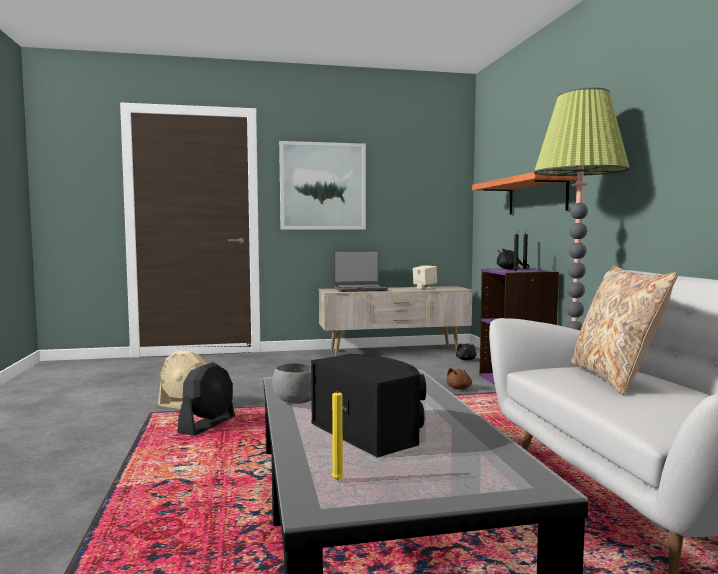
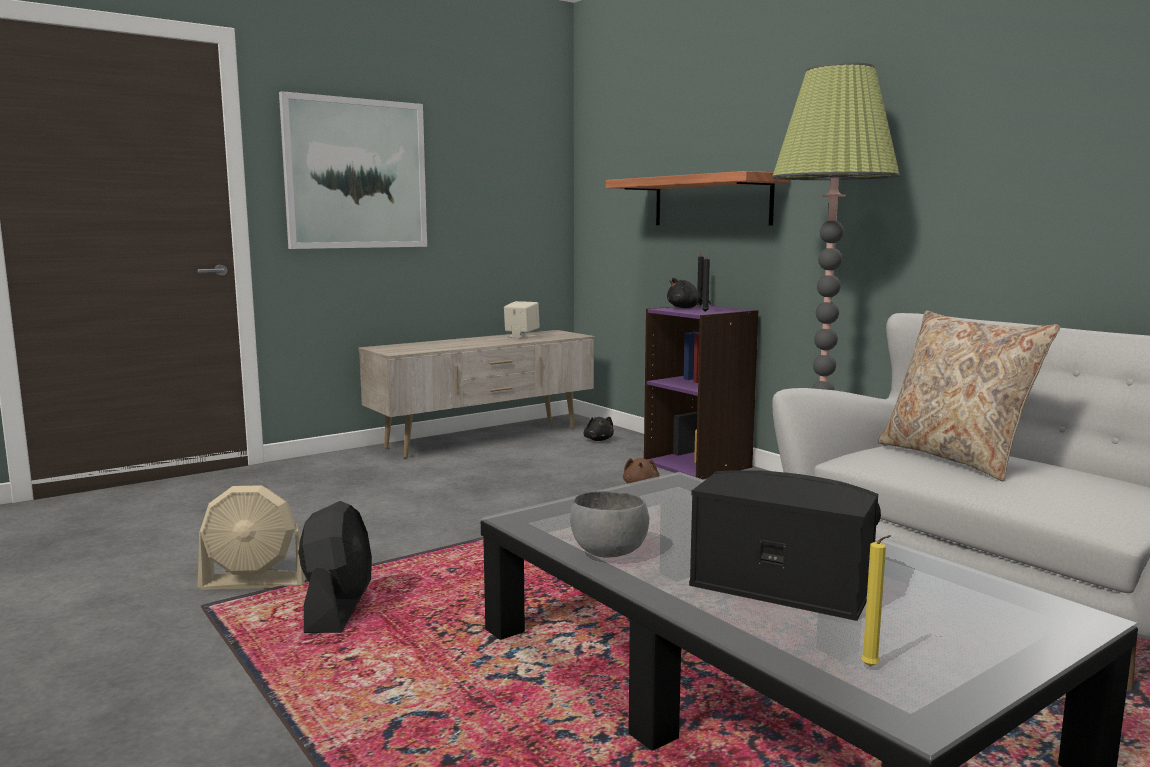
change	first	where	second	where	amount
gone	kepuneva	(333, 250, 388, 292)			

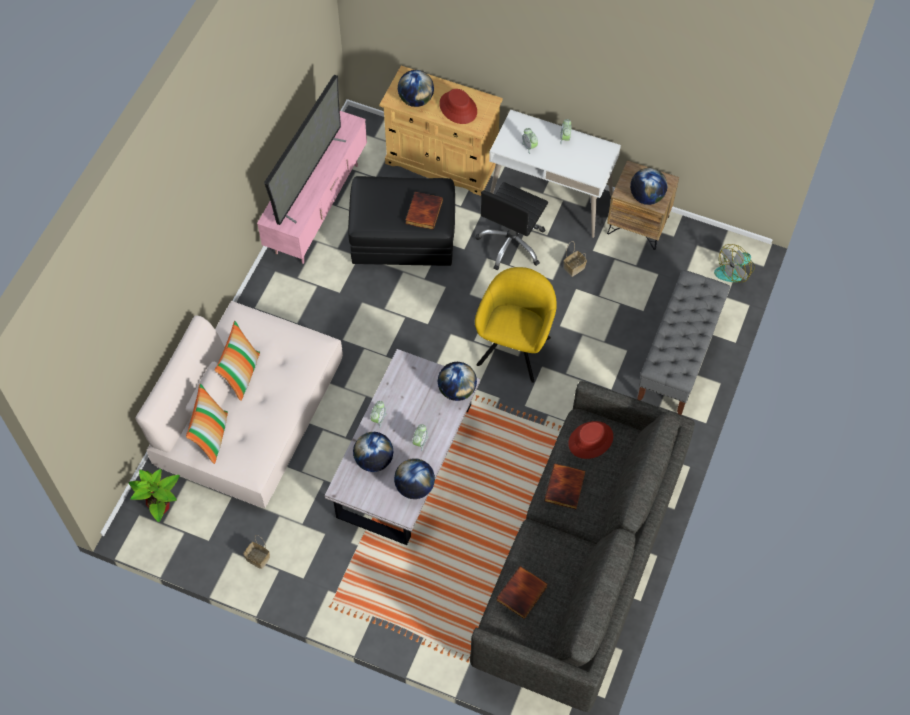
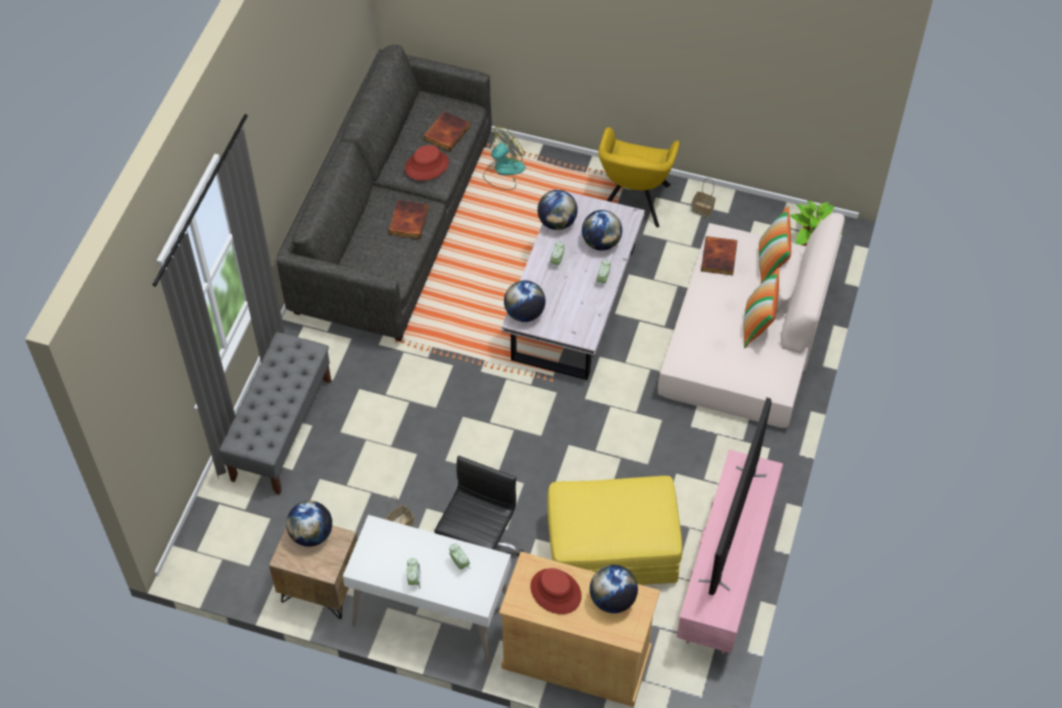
change	first	where	second	where	amount
repainted	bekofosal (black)	(348, 176, 455, 266)	bekofosal (yellow)	(547, 476, 682, 585)	
shifted	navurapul	(405, 192, 443, 230)		(701, 236, 738, 276)	
shifted	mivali	(714, 244, 755, 282)		(483, 126, 526, 190)	
shifted	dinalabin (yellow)	(475, 267, 557, 383)		(598, 127, 680, 228)	
shifted	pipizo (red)	(568, 421, 613, 459)		(405, 145, 449, 181)	

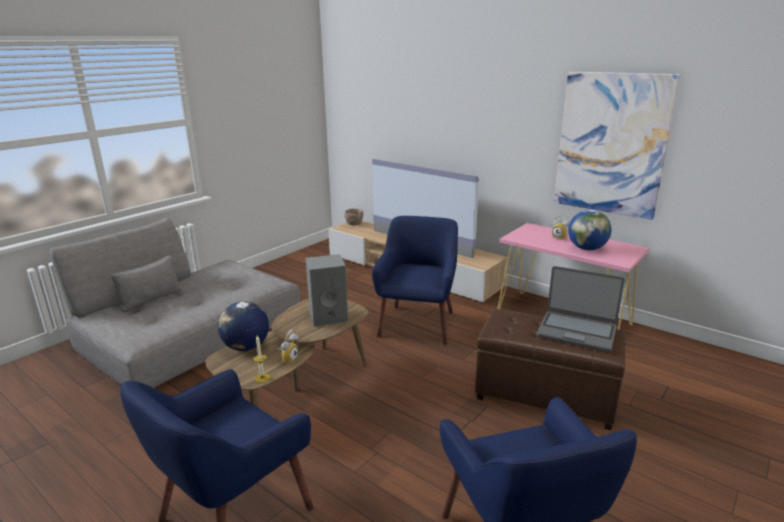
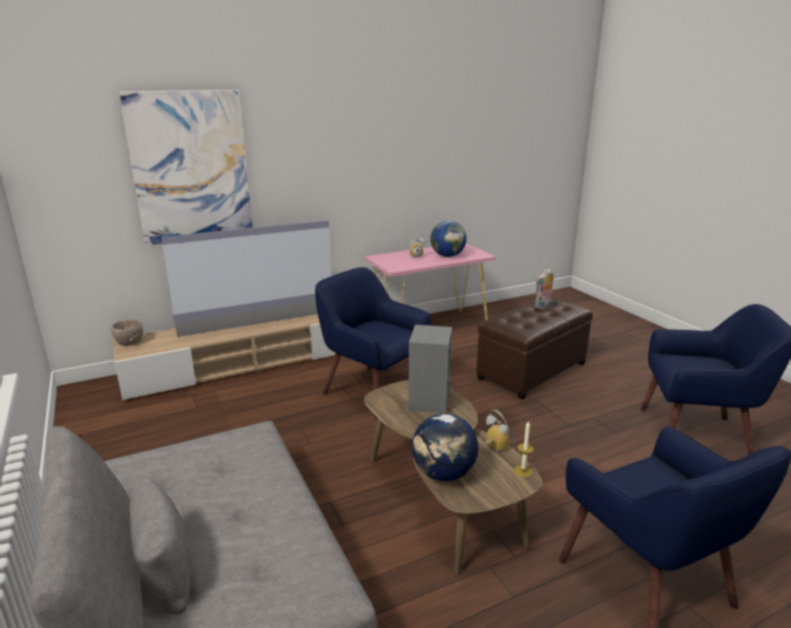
change	first	where	second	where	amount
shifted	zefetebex	(554, 72, 680, 220)		(119, 90, 252, 245)	
swapped	kepuneva	(537, 266, 625, 352)	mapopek	(534, 268, 553, 310)	

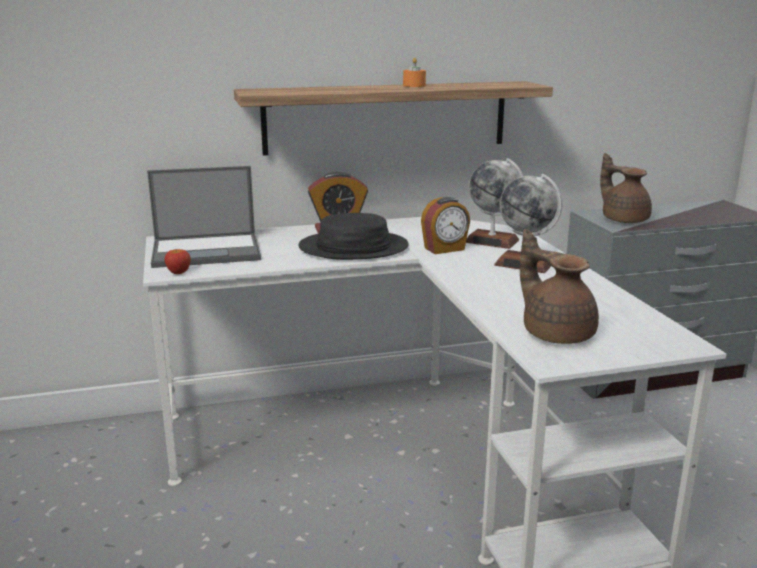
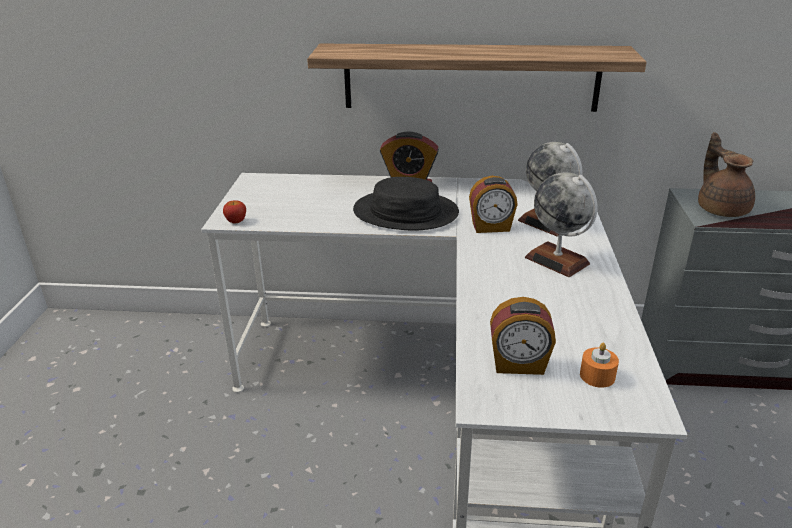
change	first	where	second	where	amount
shifted	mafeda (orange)	(403, 58, 426, 87)		(580, 343, 619, 388)	
gone	kepuneva	(147, 166, 261, 268)			
swapped	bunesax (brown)	(520, 229, 599, 344)	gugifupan	(490, 297, 556, 375)	

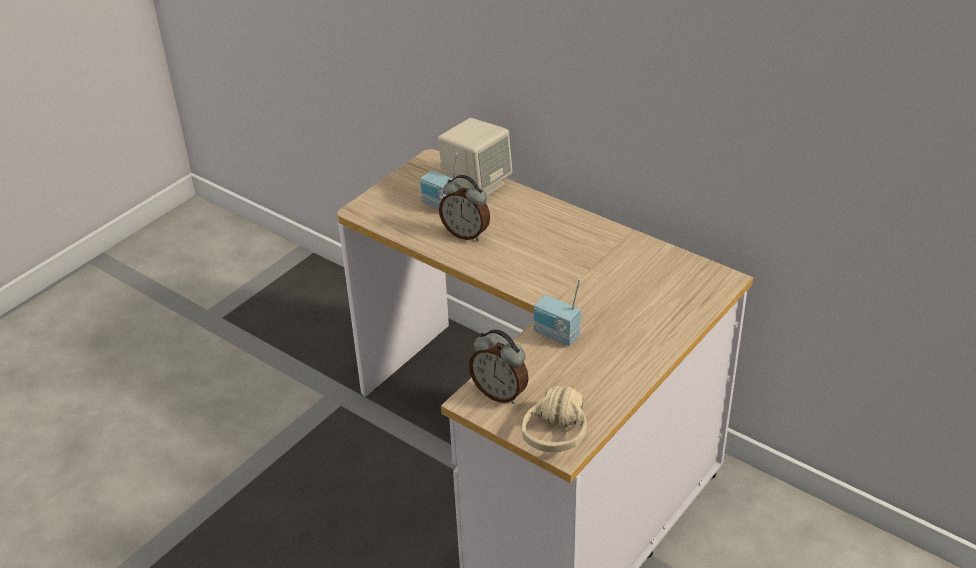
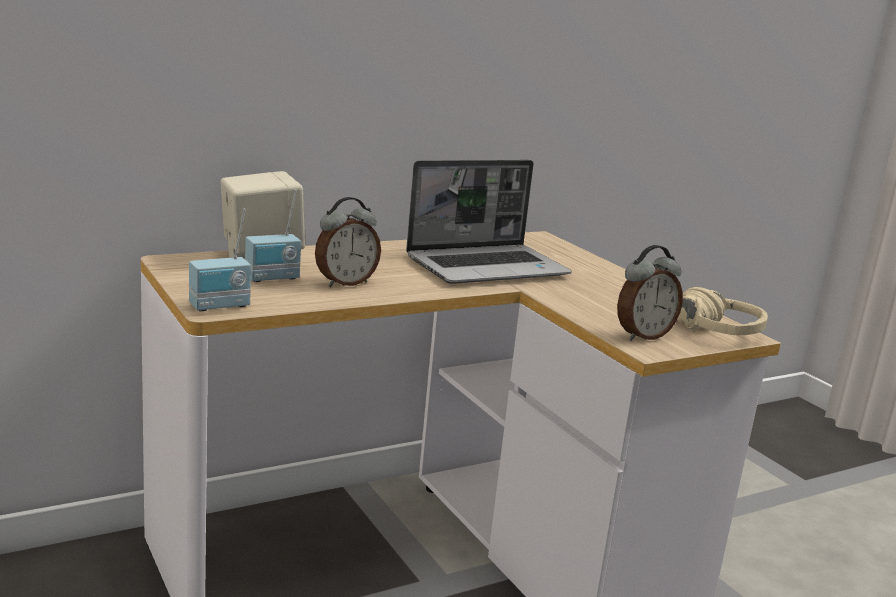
change	first	where	second	where	amount
shifted	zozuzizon	(534, 279, 581, 346)		(189, 209, 251, 311)	
new			kepuneva	(406, 160, 572, 284)	

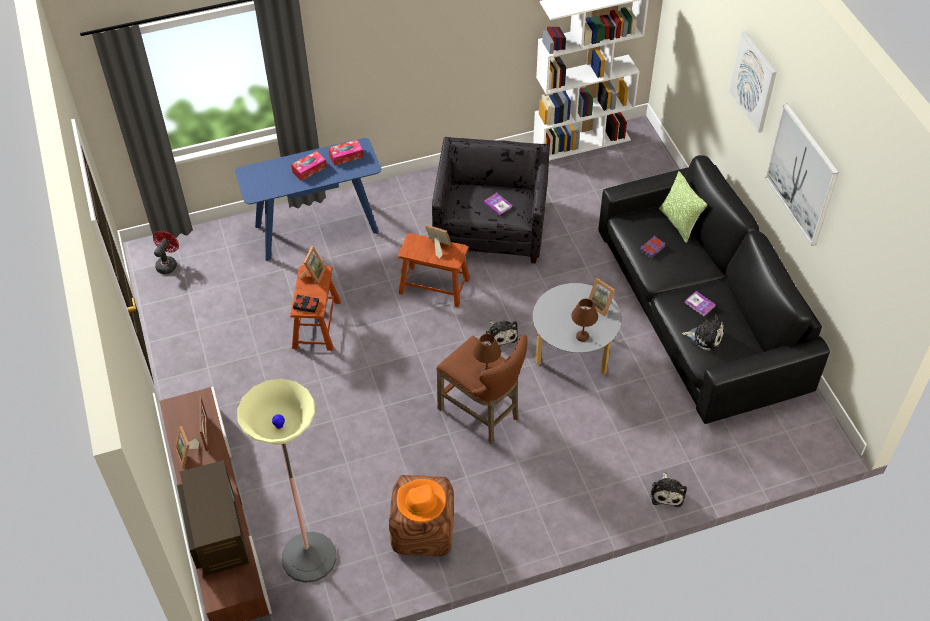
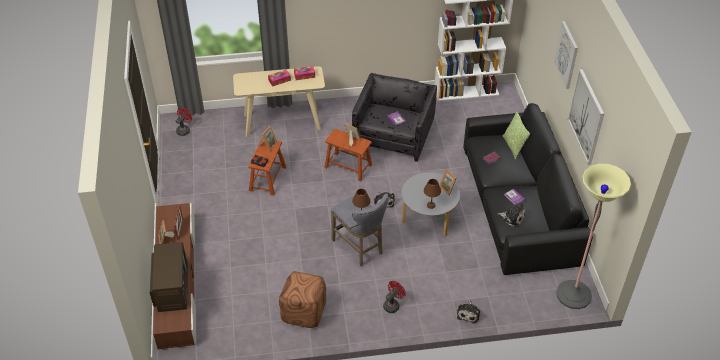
change	first	where	second	where	amount
repainted	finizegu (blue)	(235, 138, 381, 261)	finizegu (beige)	(233, 66, 325, 137)	
repainted	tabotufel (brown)	(436, 335, 528, 444)	tabotufel (grey)	(331, 194, 389, 267)	
shifted	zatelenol	(237, 379, 336, 583)		(556, 164, 631, 309)	
gone	pipizo (orange)	(397, 479, 446, 523)			
new			mivali (red)	(383, 281, 406, 313)	

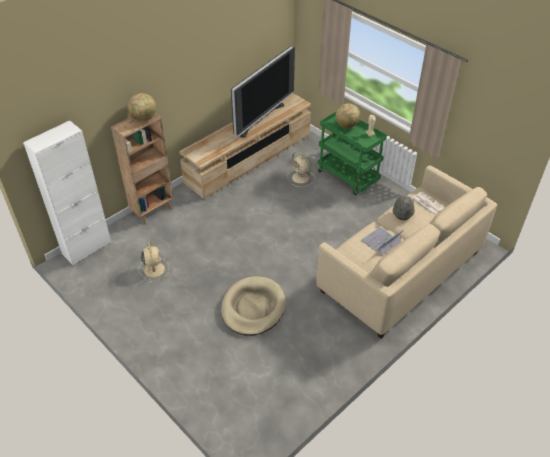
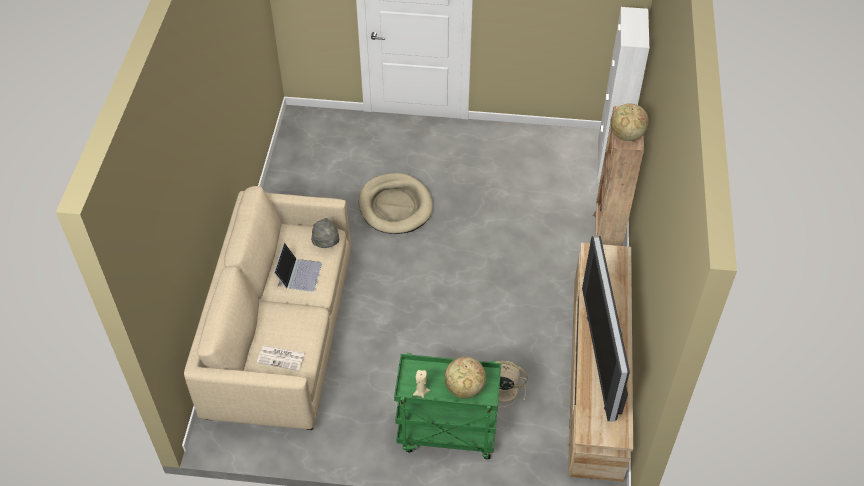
change	first	where	second	where	amount
shifted	pipizo (grey)	(393, 195, 415, 220)		(311, 218, 339, 248)	
gone	mivali (beige)	(138, 241, 169, 283)			

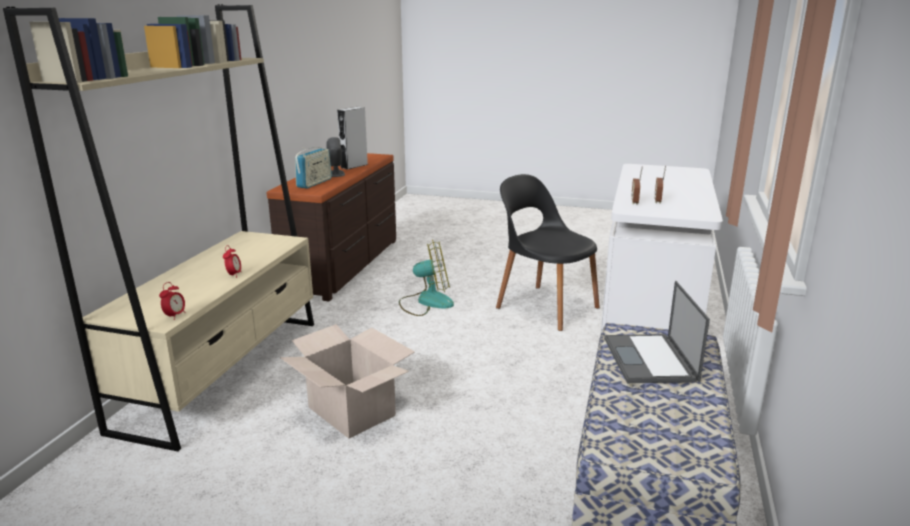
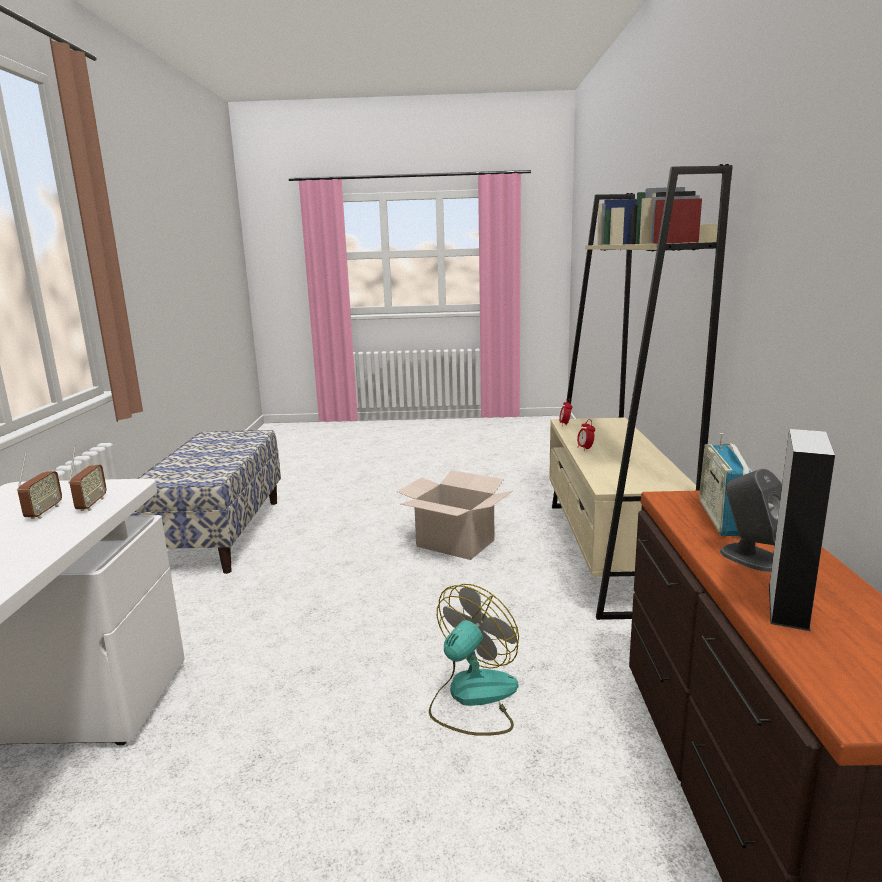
change	first	where	second	where	amount
gone	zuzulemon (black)	(496, 174, 600, 331)			
rotated	mivali	(399, 239, 454, 316)		(429, 584, 519, 736)	150 degrees clockwise
gone	kepuneva	(604, 281, 710, 383)			

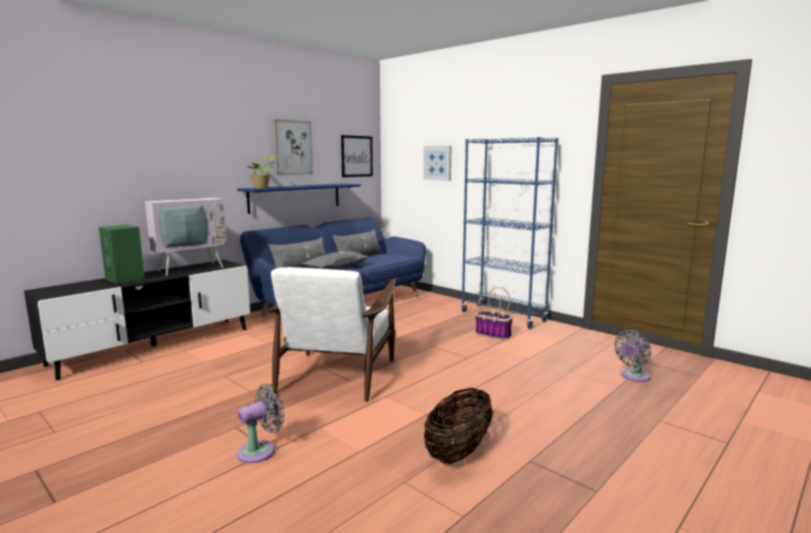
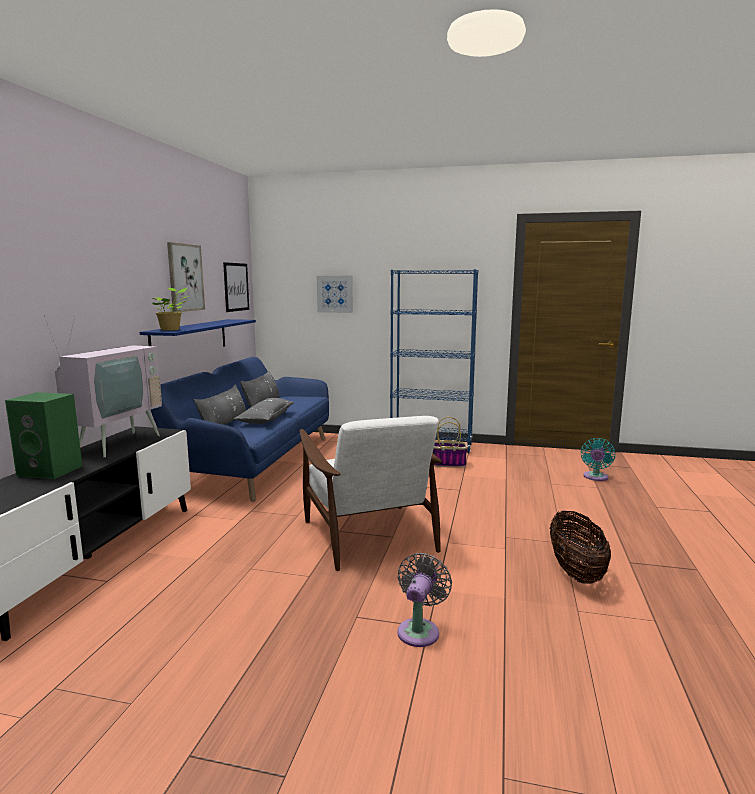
change	first	where	second	where	amount
repainted	mivali (grey)	(614, 330, 651, 382)	mivali (turquoise)	(581, 438, 615, 481)	

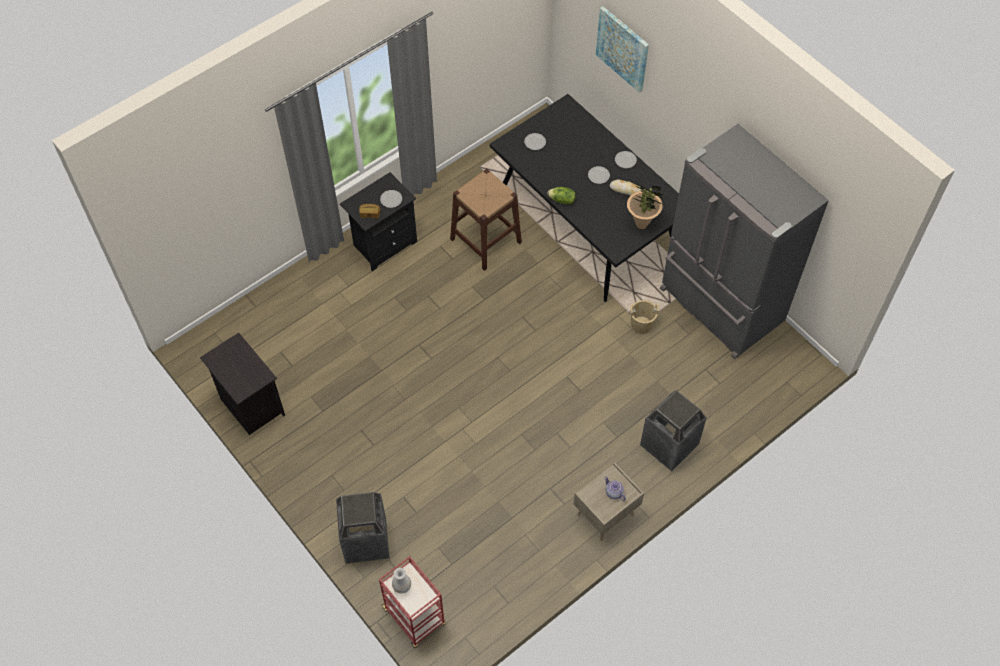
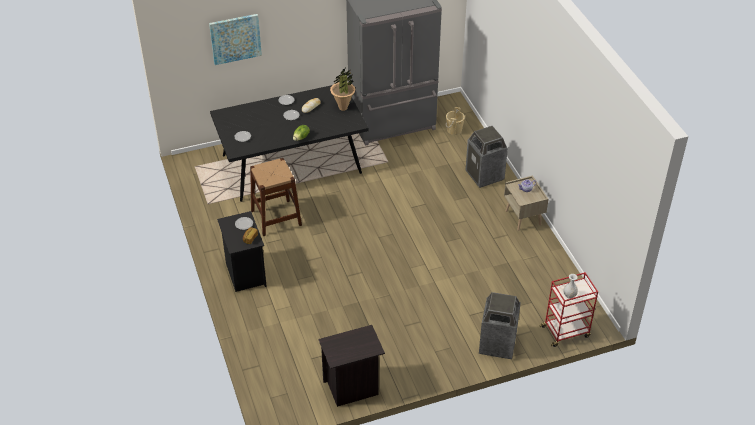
change	first	where	second	where	amount
shifted	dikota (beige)	(629, 300, 660, 334)		(446, 107, 465, 135)	

